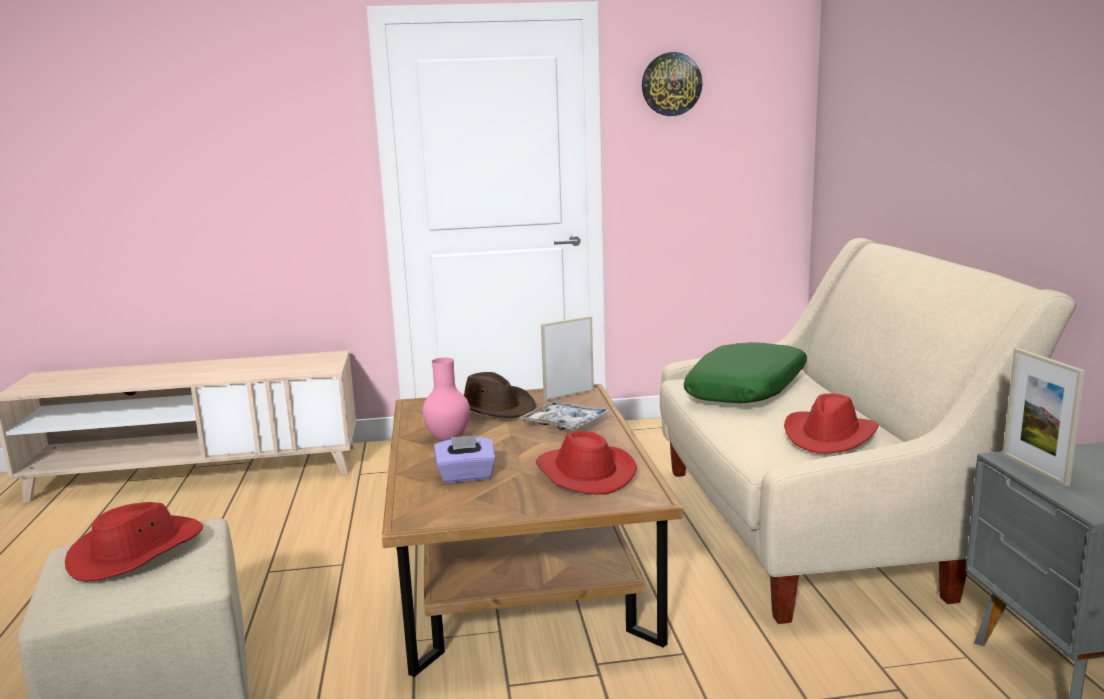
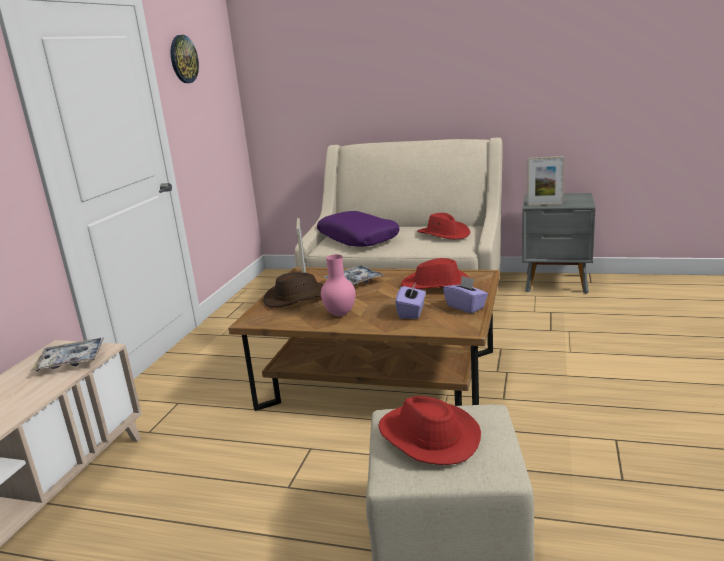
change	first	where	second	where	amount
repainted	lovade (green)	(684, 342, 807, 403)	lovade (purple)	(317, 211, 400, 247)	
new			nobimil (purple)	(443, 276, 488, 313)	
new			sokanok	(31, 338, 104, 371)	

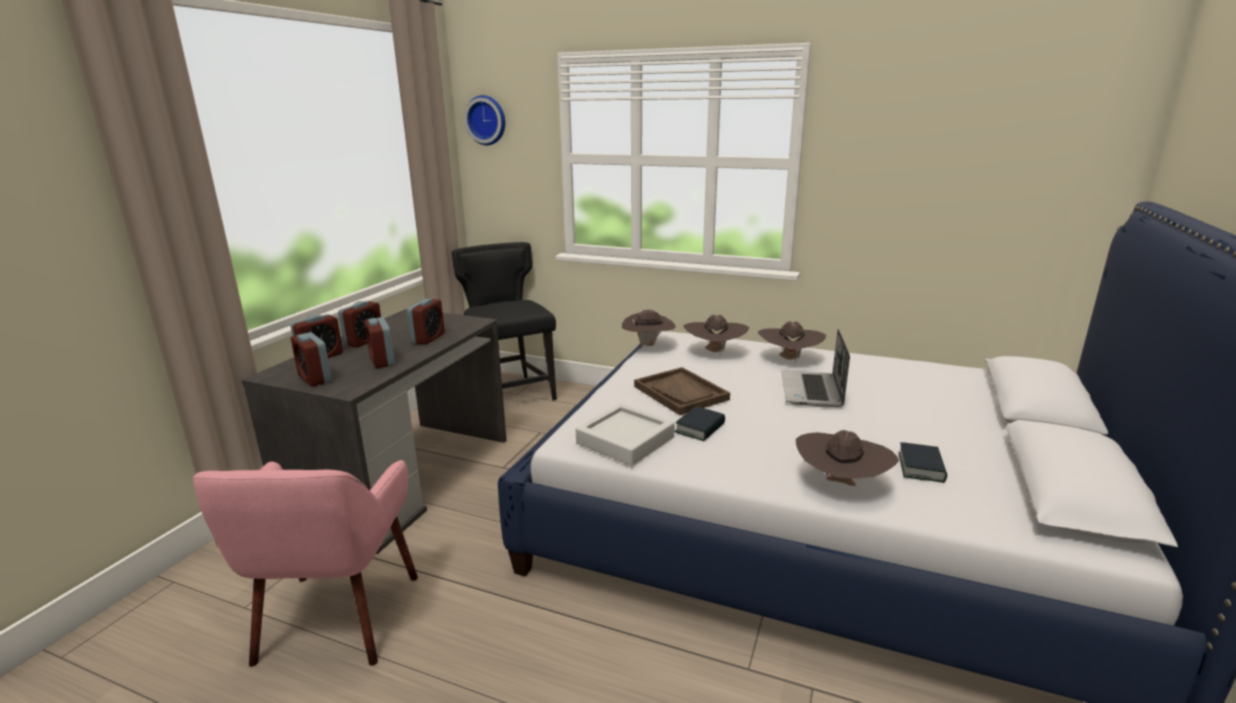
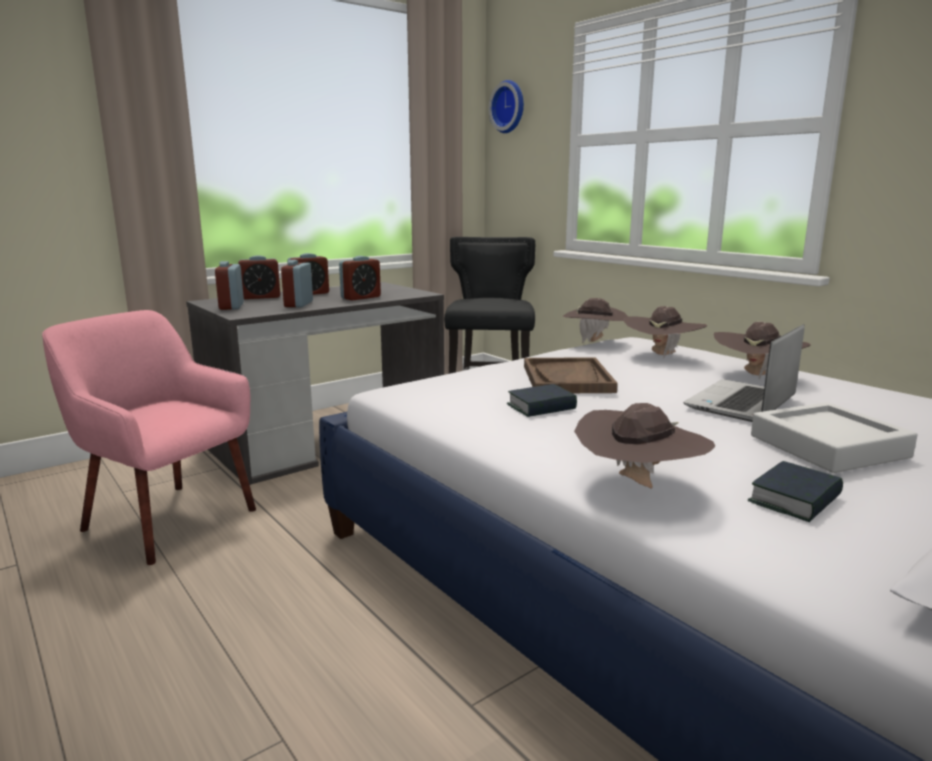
change	first	where	second	where	amount
shifted	sokanok (grey)	(576, 404, 675, 466)		(751, 402, 917, 473)	
rotated	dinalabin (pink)	(193, 460, 418, 667)		(42, 310, 256, 565)	90 degrees clockwise

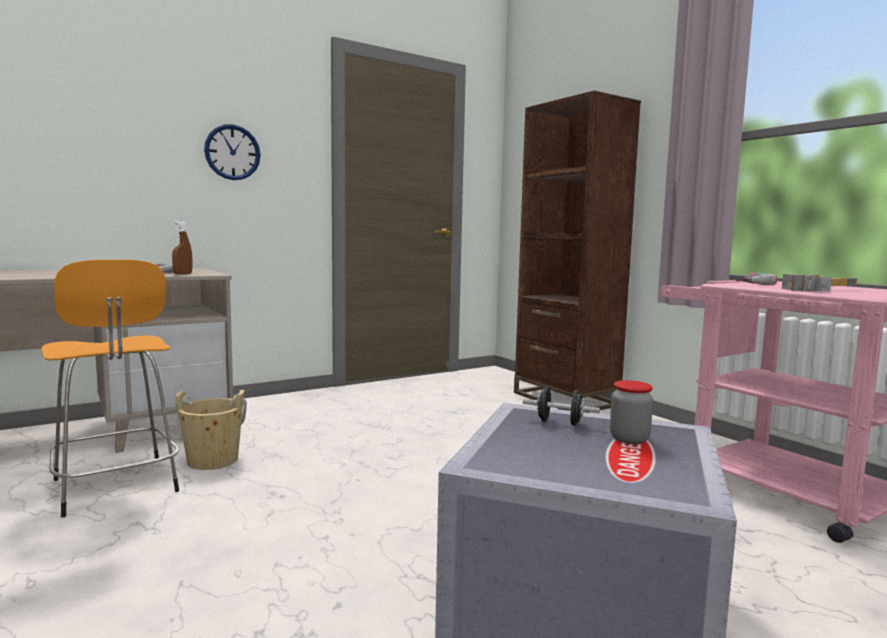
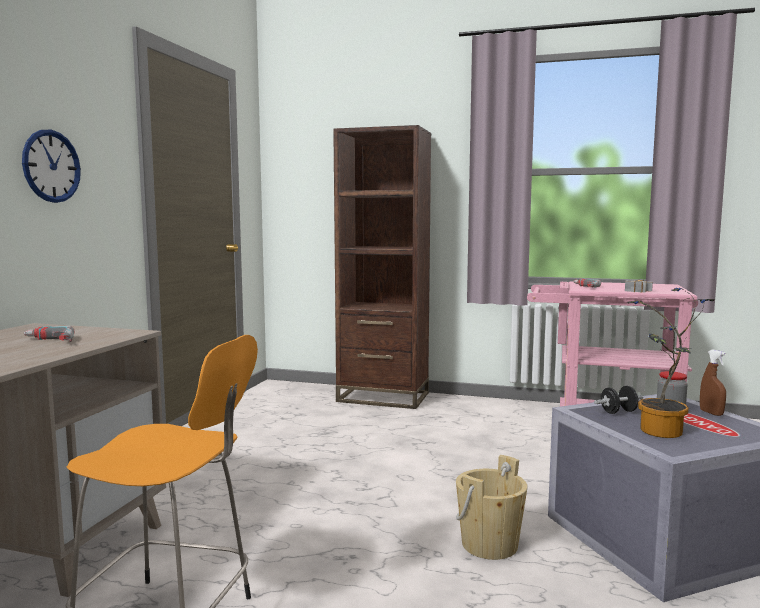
change	first	where	second	where	amount
shifted	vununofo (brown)	(172, 220, 192, 274)		(700, 350, 726, 416)	
shifted	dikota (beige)	(175, 390, 247, 470)		(456, 455, 528, 560)	
new			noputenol	(628, 288, 715, 438)	

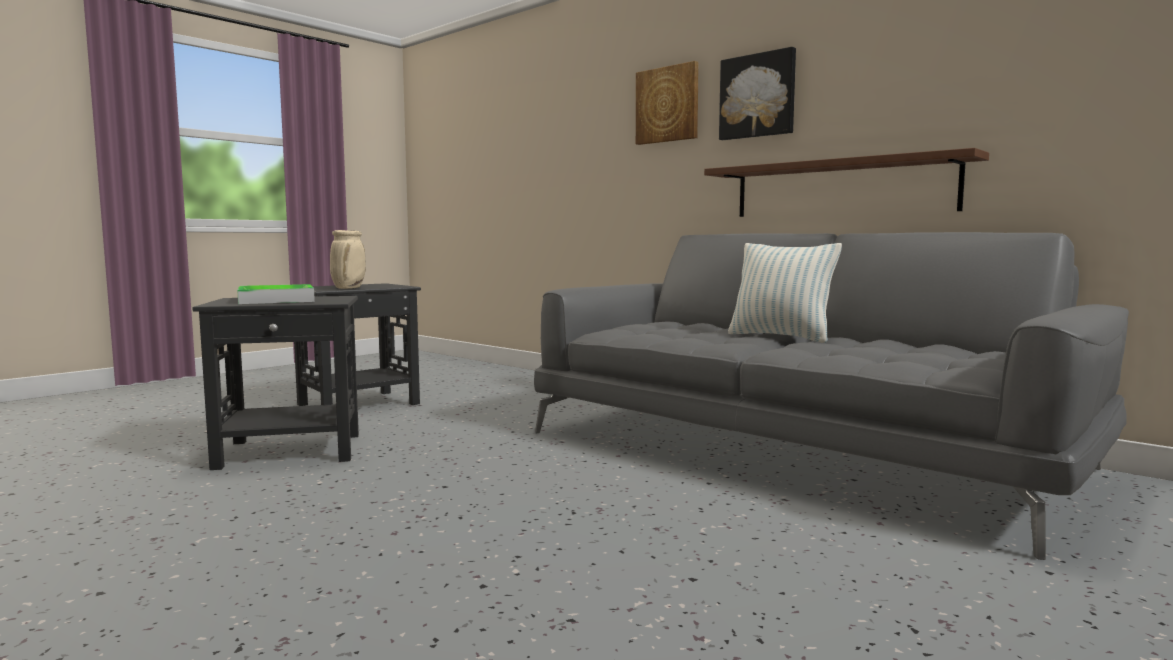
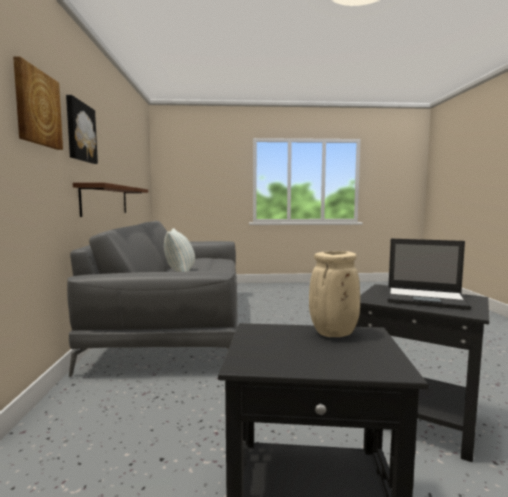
change	first	where	second	where	amount
swapped	sokanok	(237, 284, 315, 304)	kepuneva	(387, 239, 471, 310)	

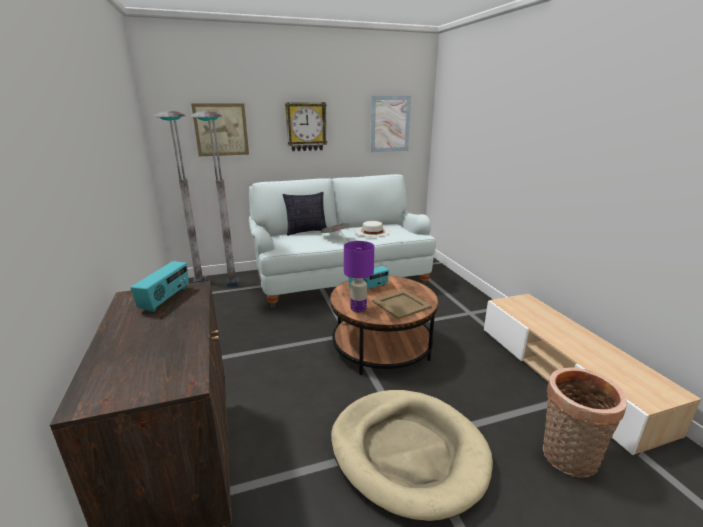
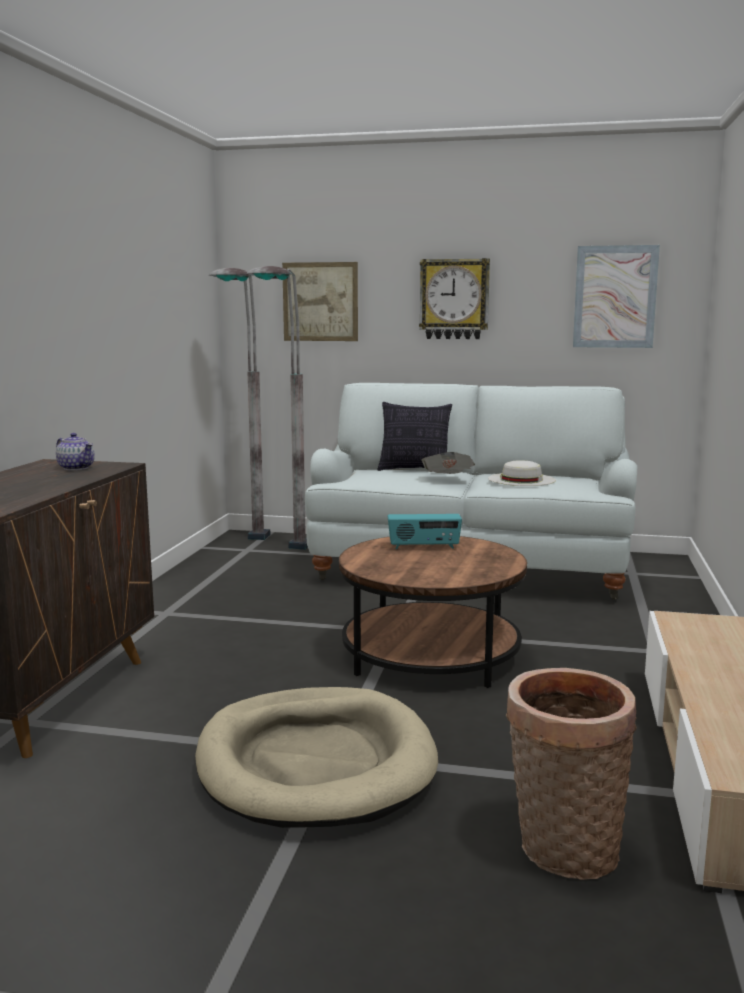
change	first	where	second	where	amount
gone	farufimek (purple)	(344, 241, 374, 312)			
swapped	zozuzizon	(130, 261, 189, 312)	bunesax	(56, 433, 95, 470)	
gone	sokanok (beige)	(372, 290, 432, 319)			

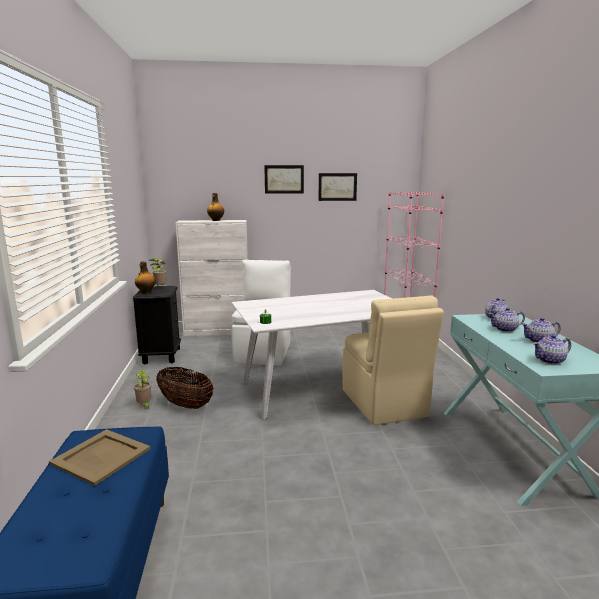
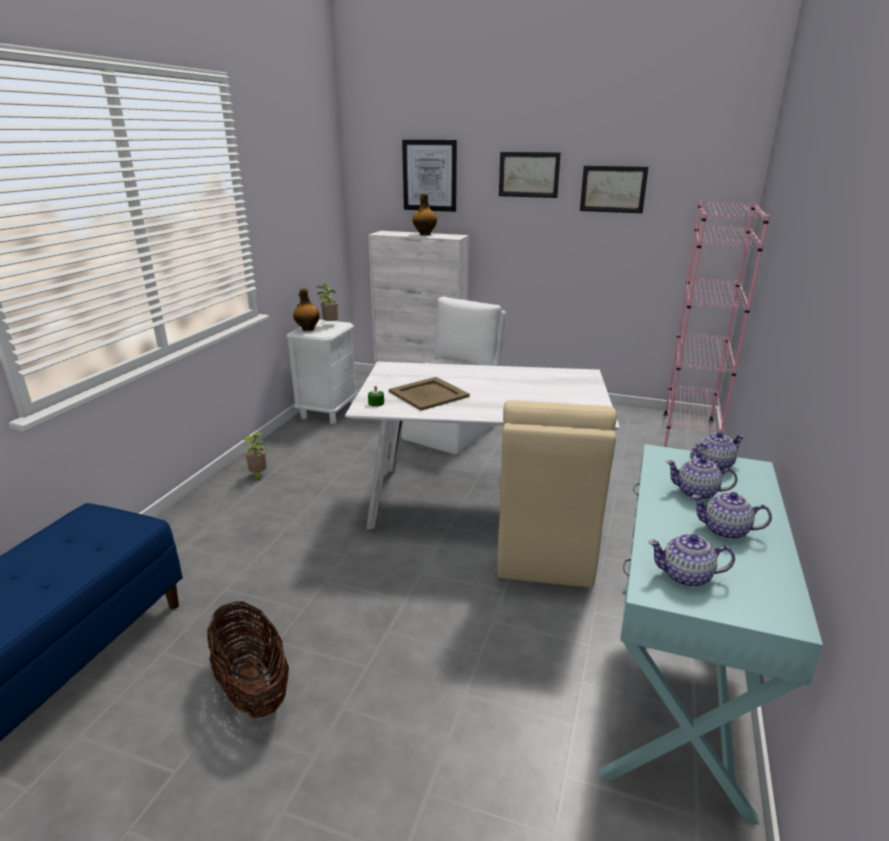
change	first	where	second	where	amount
repainted	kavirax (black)	(133, 286, 181, 365)	kavirax (white)	(286, 320, 358, 424)	
shifted	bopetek	(156, 367, 214, 409)		(207, 601, 289, 718)	
shifted	sokanok (beige)	(49, 429, 150, 486)		(389, 377, 470, 411)	
new			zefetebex	(402, 140, 457, 212)	

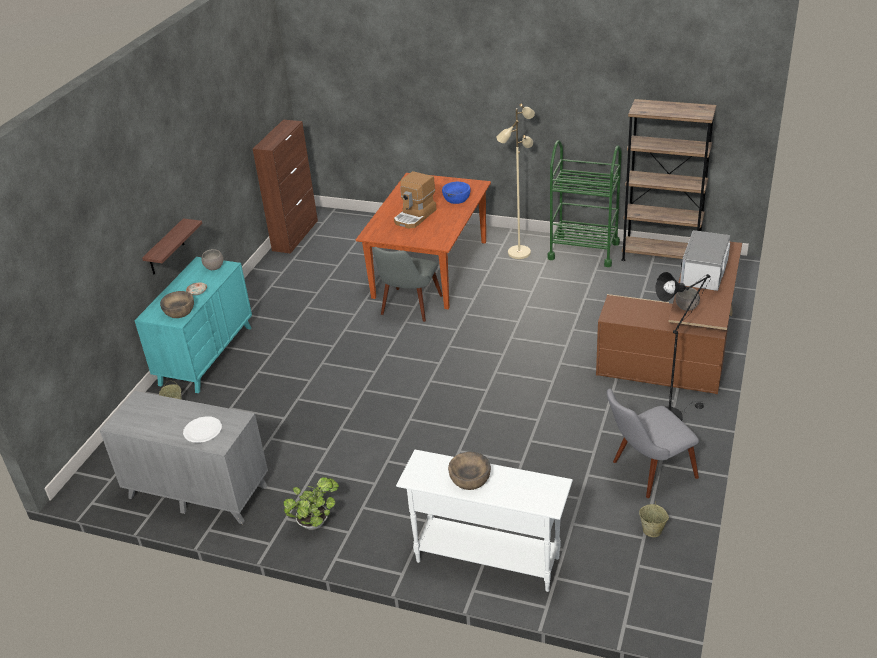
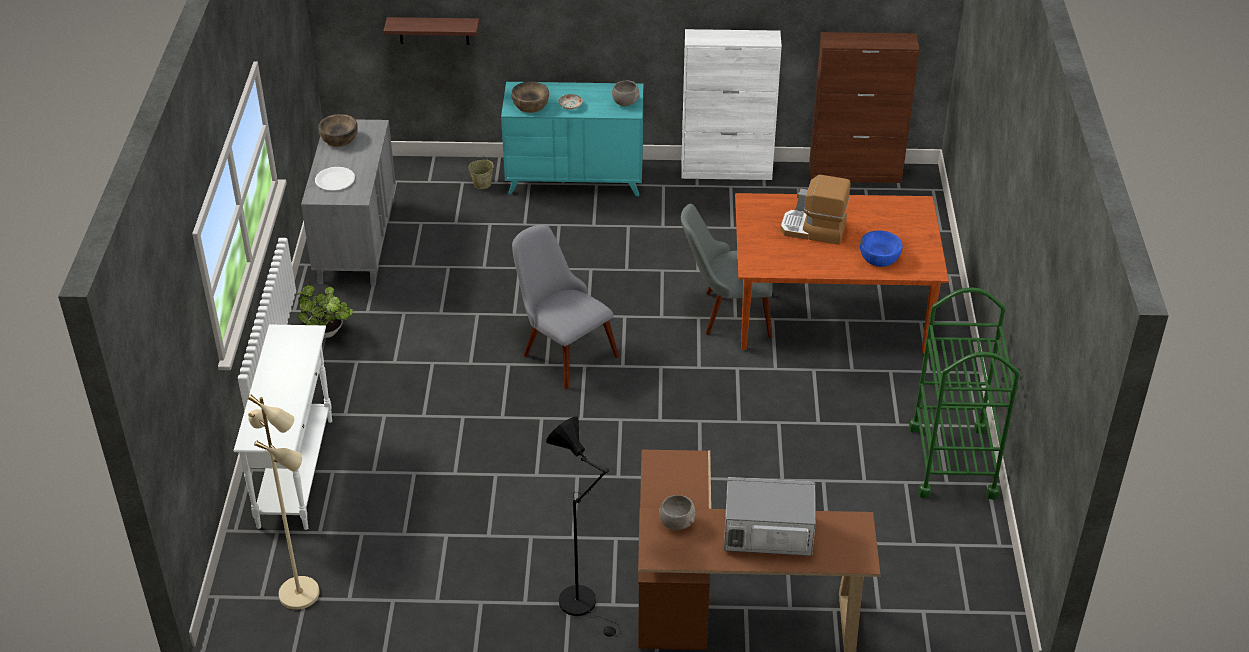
change	first	where	second	where	amount
gone	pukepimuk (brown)	(621, 99, 716, 261)			
shifted	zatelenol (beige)	(496, 104, 535, 259)		(248, 395, 320, 610)	
shifted	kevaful	(142, 218, 202, 275)		(384, 17, 479, 45)	
shifted	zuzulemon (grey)	(607, 389, 699, 498)		(512, 224, 619, 390)	
shifted	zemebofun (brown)	(448, 452, 491, 490)		(318, 114, 358, 147)	
gone	dikota (beige)	(639, 501, 669, 537)			
new			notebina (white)	(681, 29, 782, 180)	

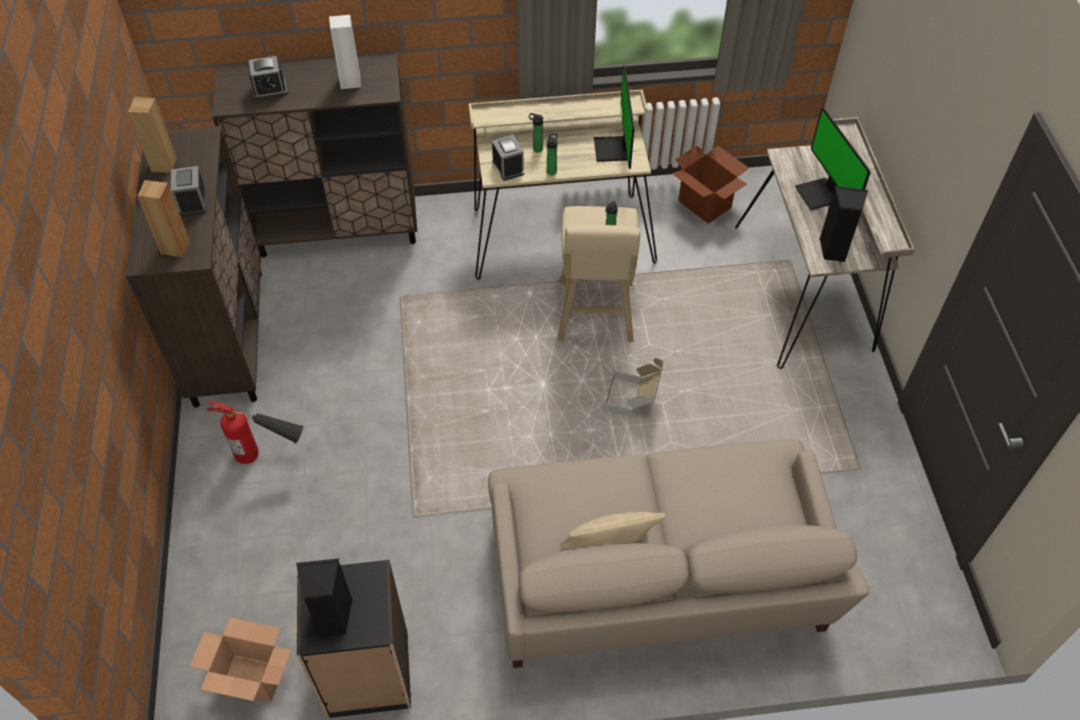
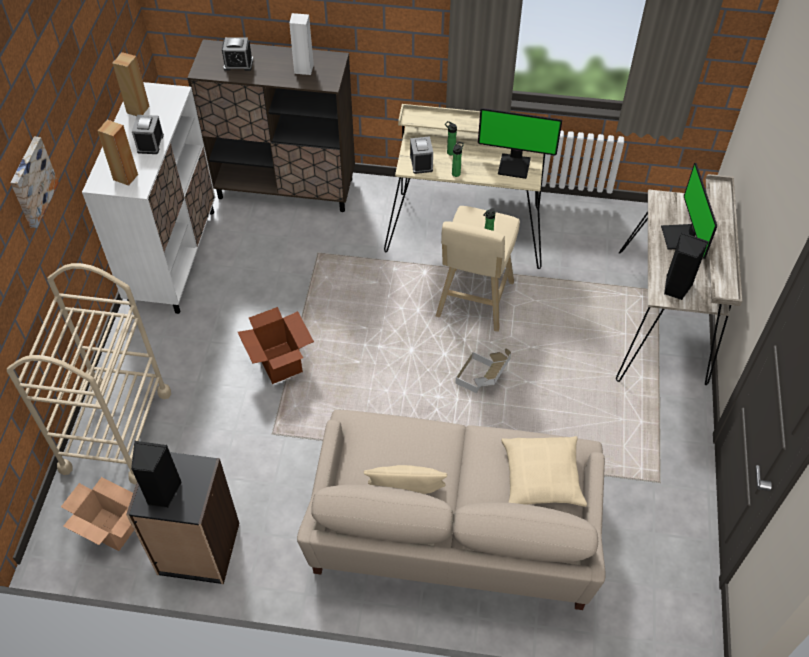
change	first	where	second	where	amount
rotated	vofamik	(594, 65, 634, 169)		(478, 108, 562, 179)	90 degrees counterclockwise
repainted	notebina (brown)	(126, 126, 262, 408)	notebina (white)	(82, 82, 215, 314)	
shifted	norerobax	(672, 146, 749, 224)		(238, 307, 314, 384)	
gone	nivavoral	(207, 401, 303, 464)			
new			zefetebex	(10, 137, 59, 228)	
new			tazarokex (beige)	(7, 263, 171, 484)	
new			lovade (beige)	(501, 436, 587, 507)	

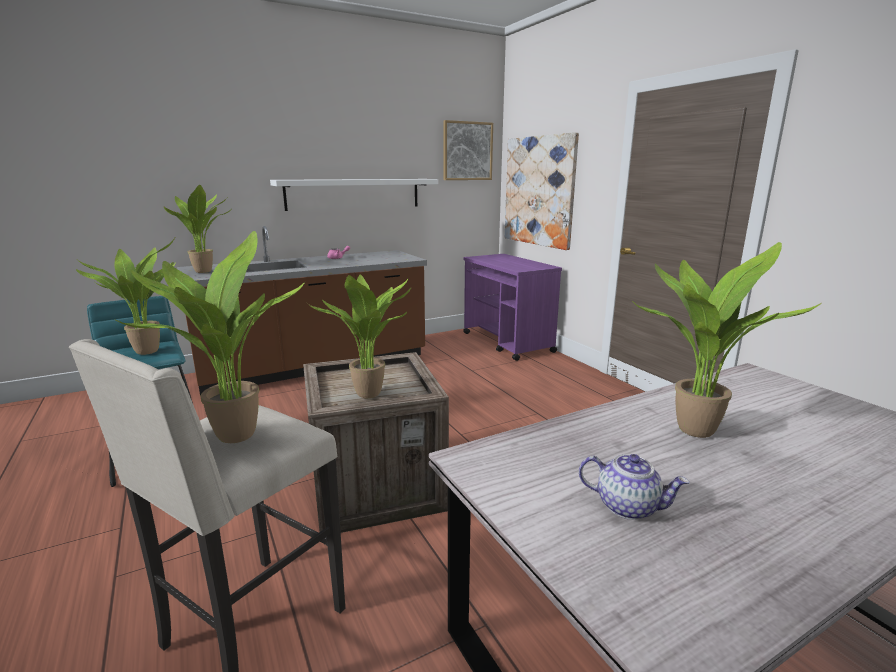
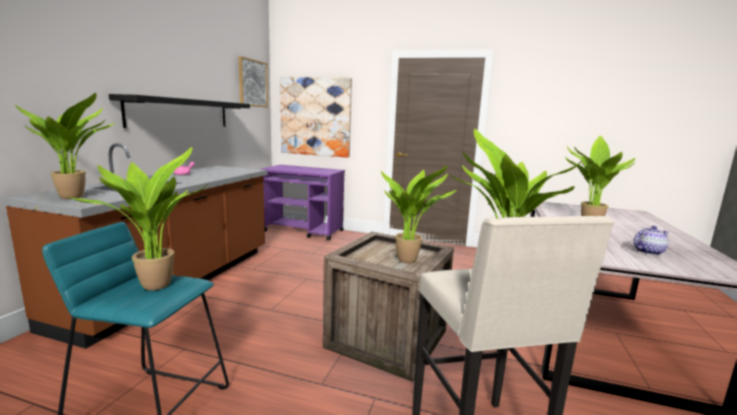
change	first	where	second	where	amount
repainted	kevaful (white)	(270, 179, 438, 211)	kevaful (black)	(109, 94, 250, 128)	

